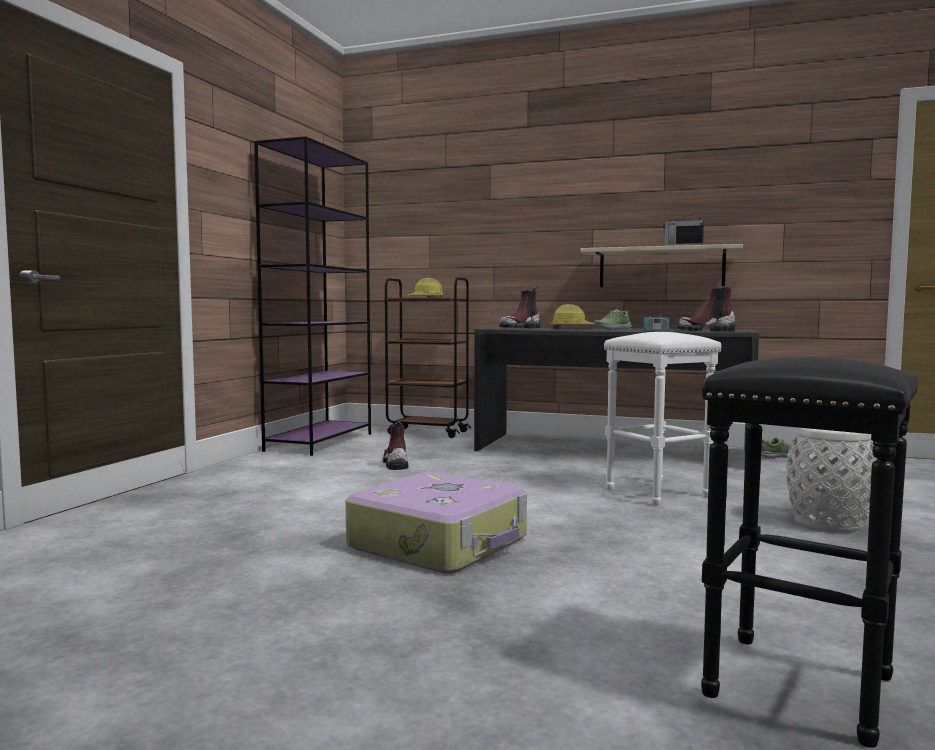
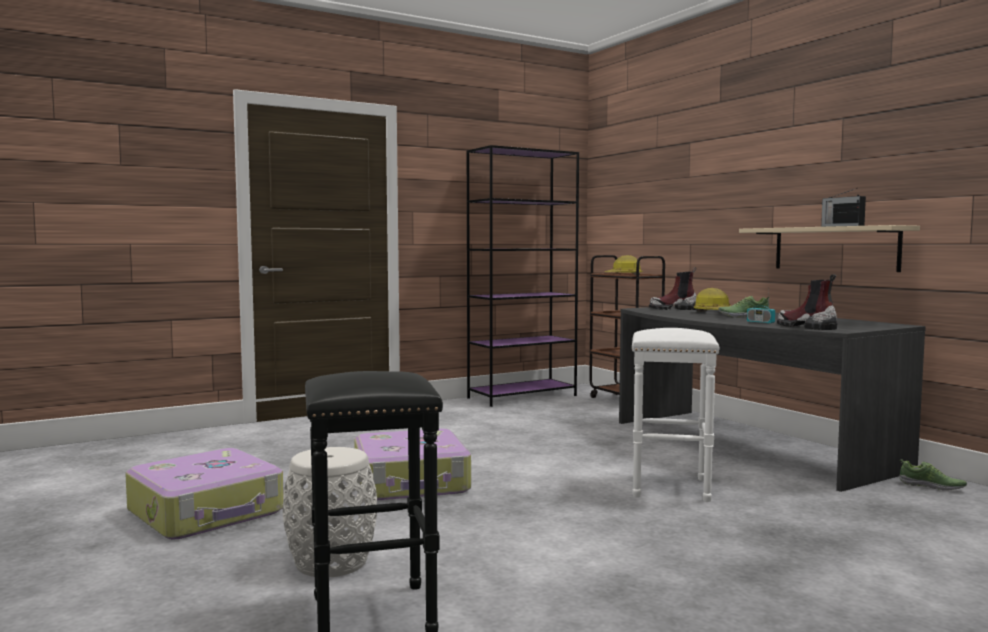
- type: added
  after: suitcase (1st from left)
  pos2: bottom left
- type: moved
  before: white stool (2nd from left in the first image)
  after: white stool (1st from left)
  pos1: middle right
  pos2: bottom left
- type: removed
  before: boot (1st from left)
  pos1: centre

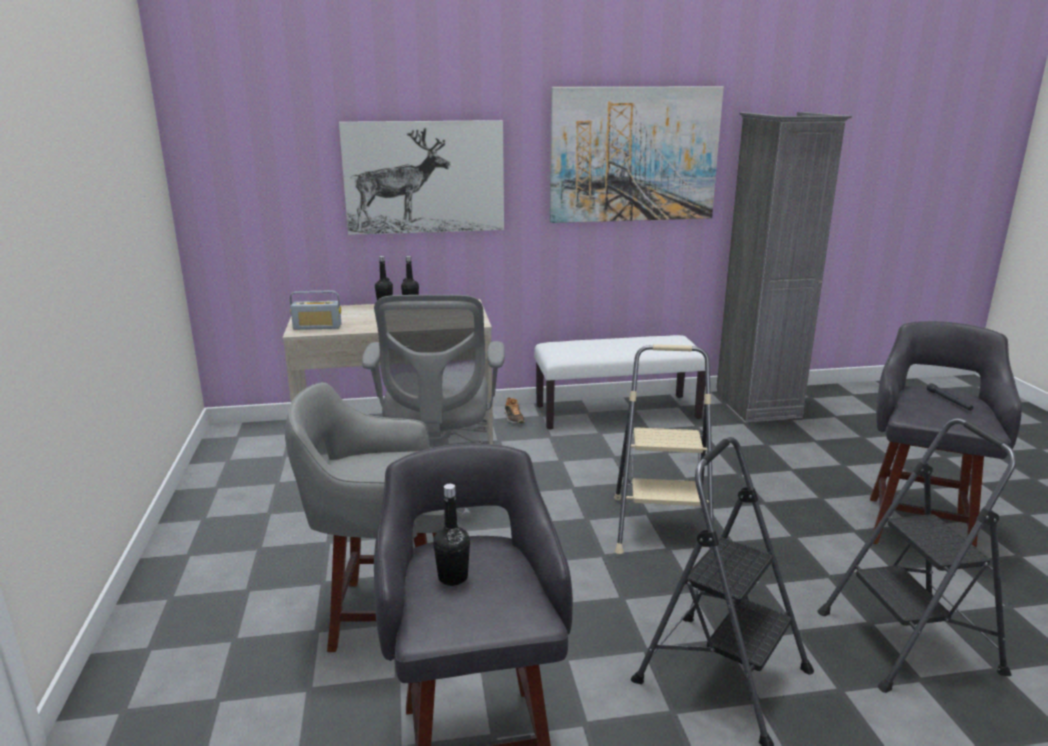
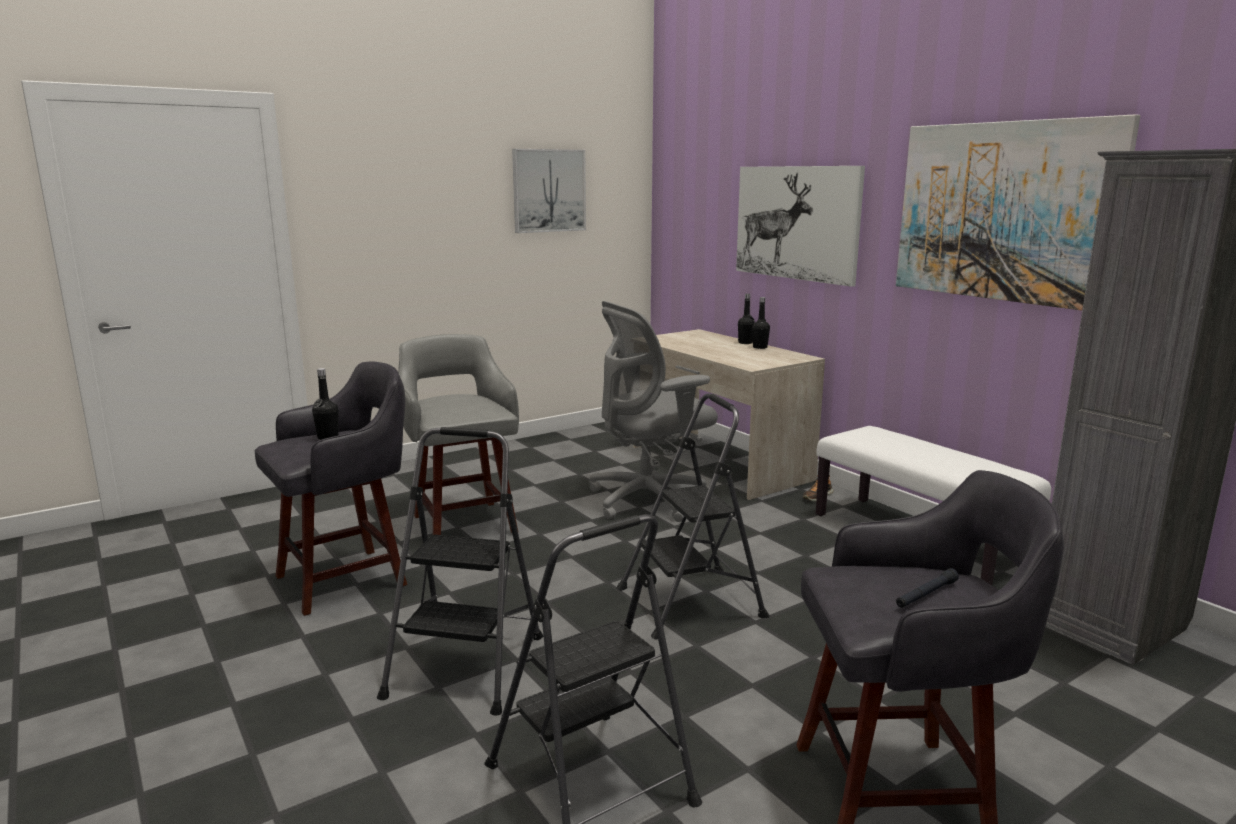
- type: added
  after: picture (1st from left)
  pos2: top centre
- type: recoloured
  before: beige step ladder
  after: black step ladder (3rd from left)
  pos1: centre
  pos2: centre
- type: removed
  before: radio
  pos1: middle left

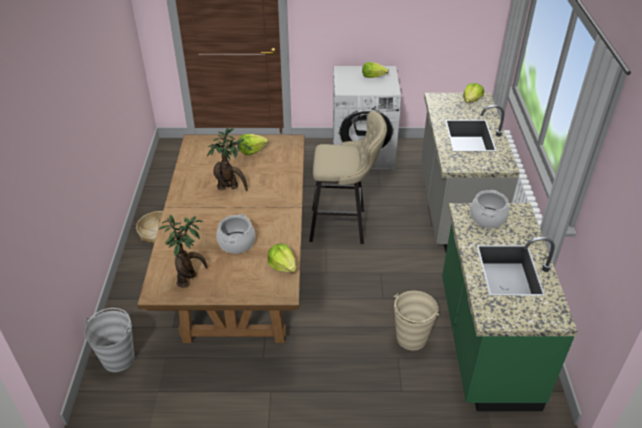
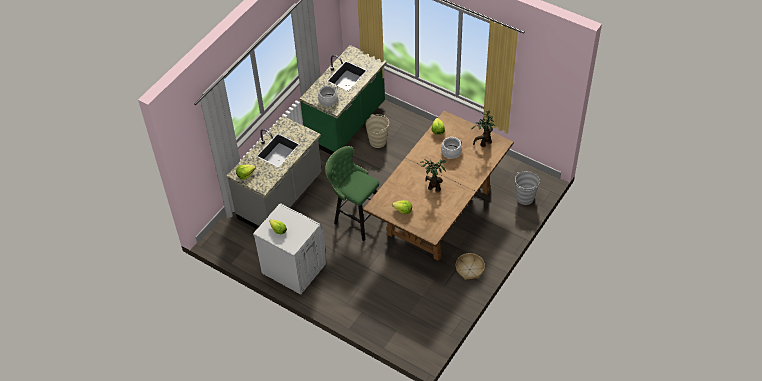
- type: recoloured
  before: beige stool
  after: green stool
  pos1: centre
  pos2: centre

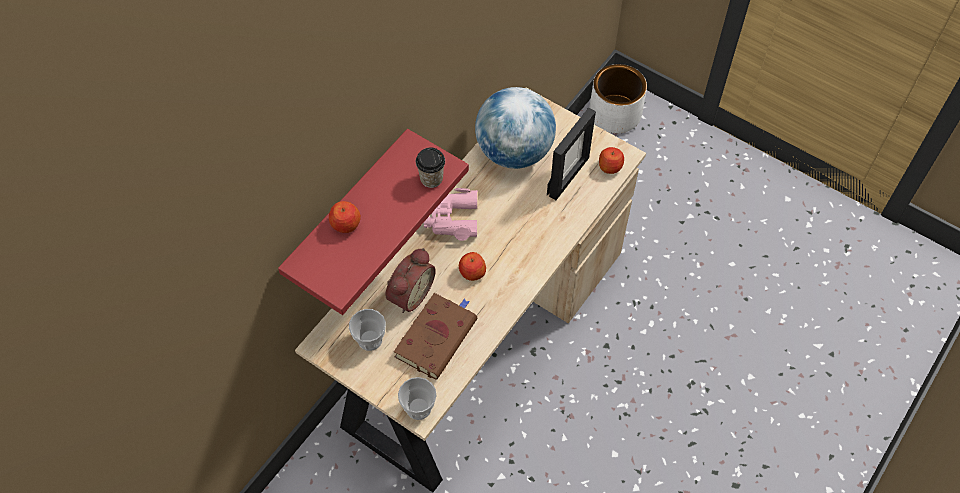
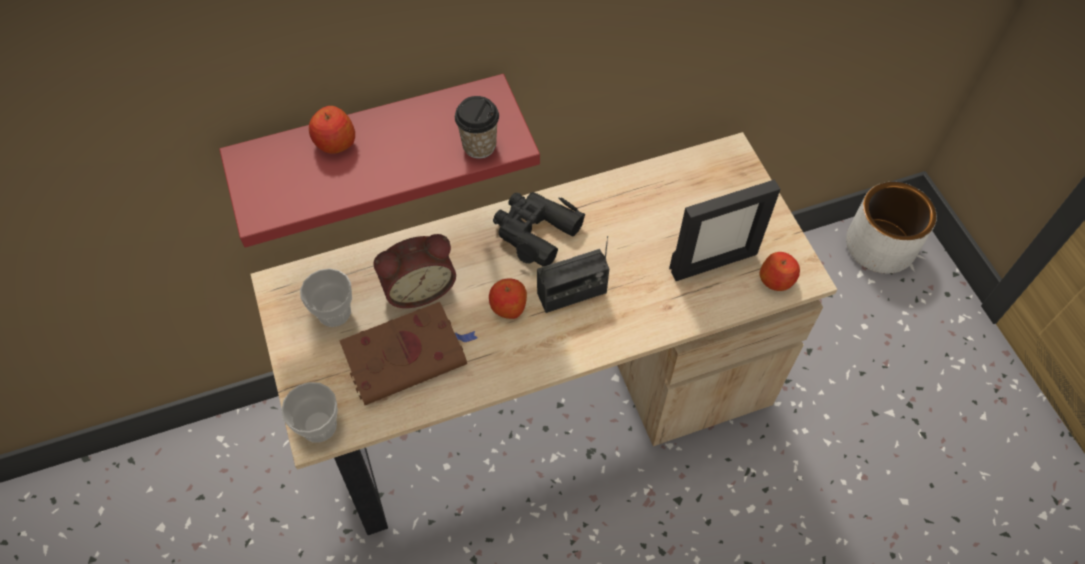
- type: recoloured
  before: pink binoculars
  after: black binoculars
  pos1: centre
  pos2: centre
- type: added
  after: radio
  pos2: centre
- type: removed
  before: globe
  pos1: top centre

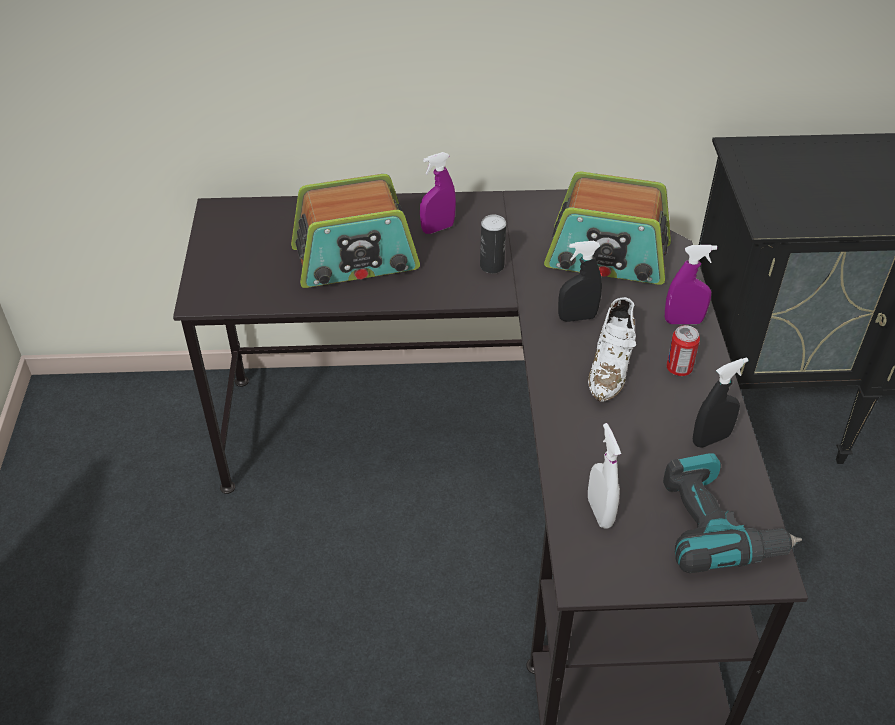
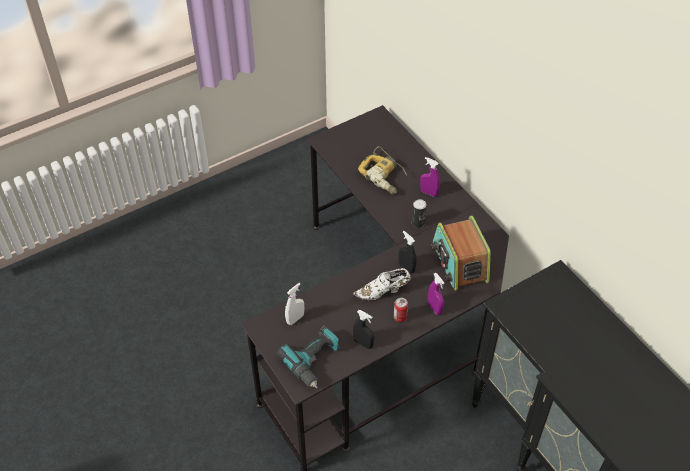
- type: replaced
  before: radio (1st from left)
  after: power drill (2nd from left)
  pos1: top centre
  pos2: centre

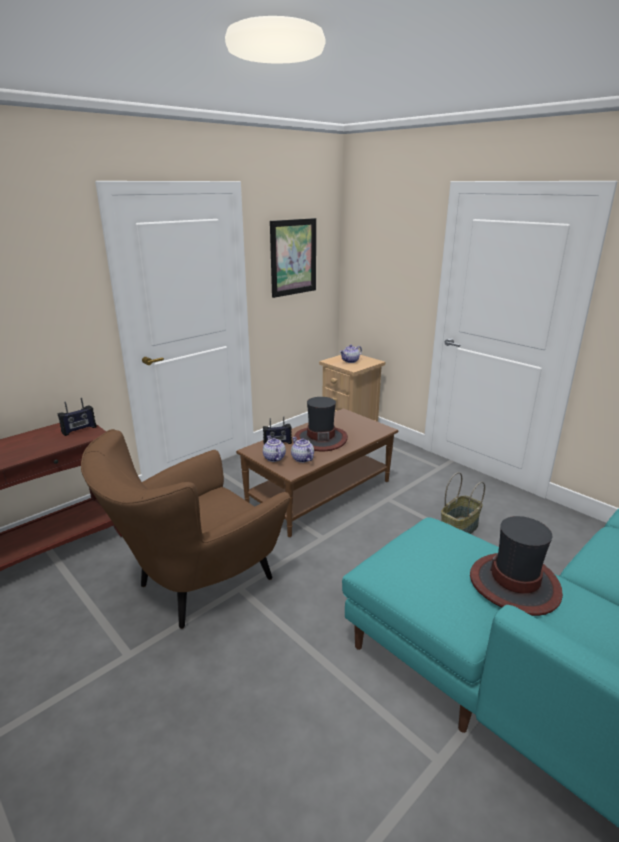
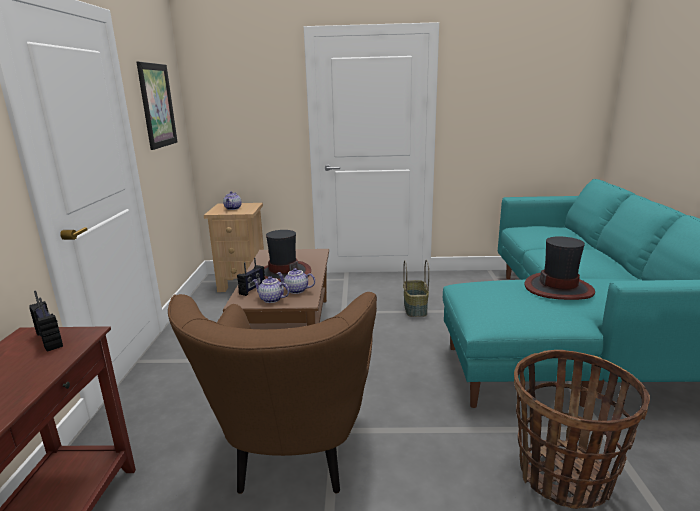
- type: turned
  before: radio (1st from left)
  pos1: middle left
  pos2: middle left
  turn: -45
- type: added
  after: basket (2nd from left)
  pos2: bottom right

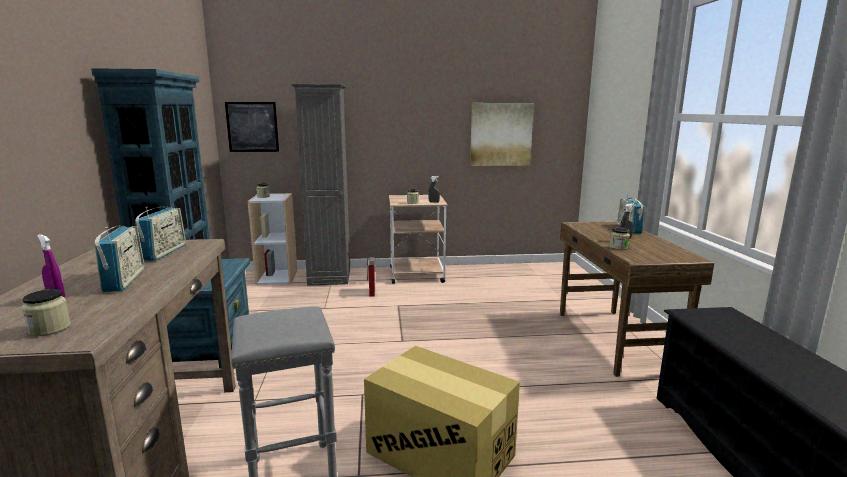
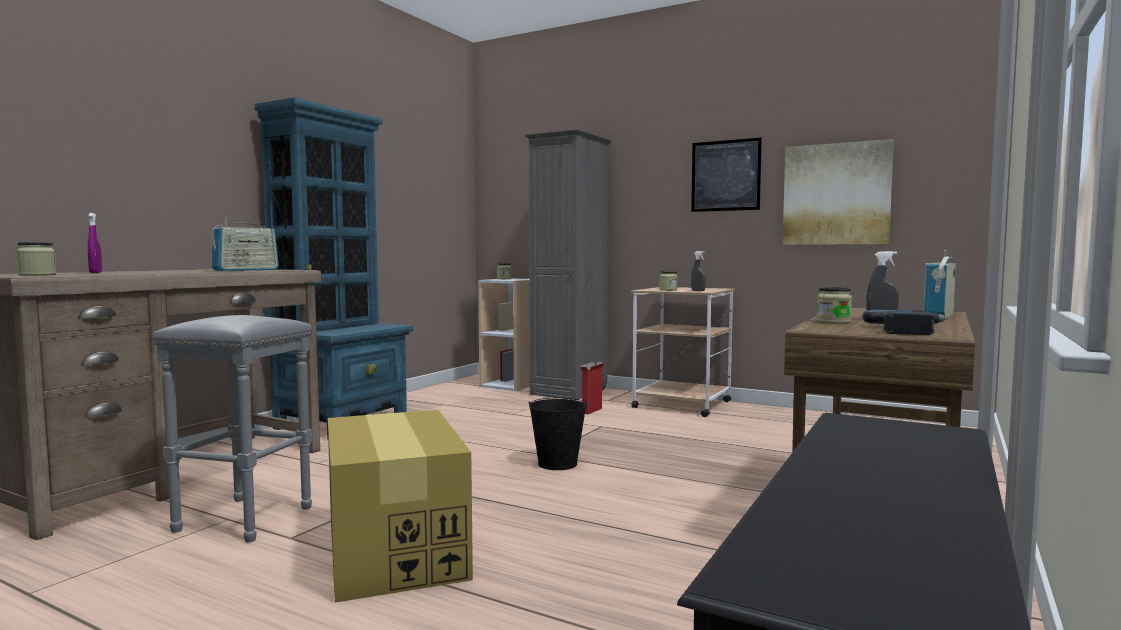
- type: added
  after: black bucket
  pos2: bottom centre
- type: moved
  before: picture (1st from left)
  pos1: top left
  pos2: top centre
- type: added
  after: power drill
  pos2: middle right
- type: removed
  before: radio (1st from left)
  pos1: middle left

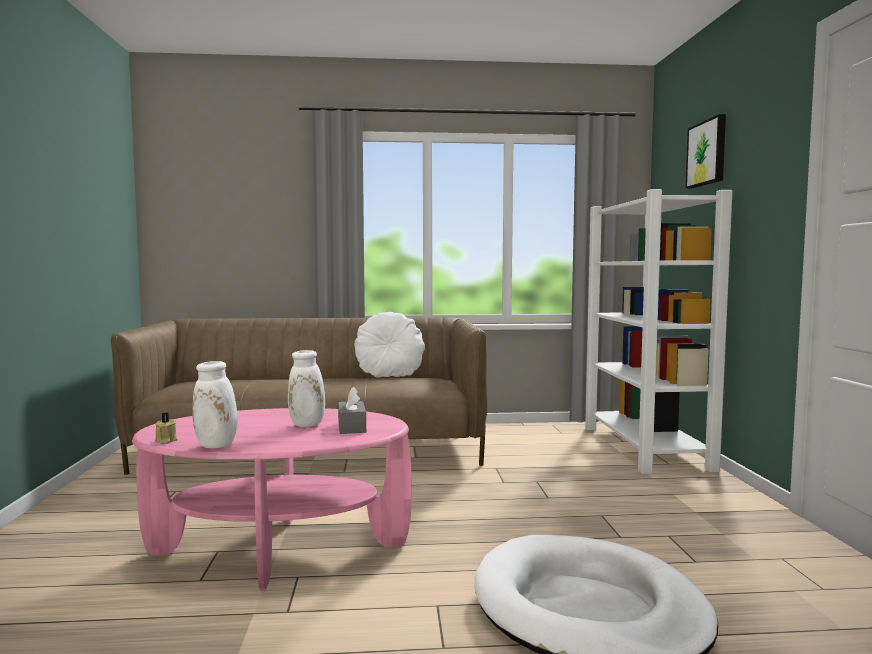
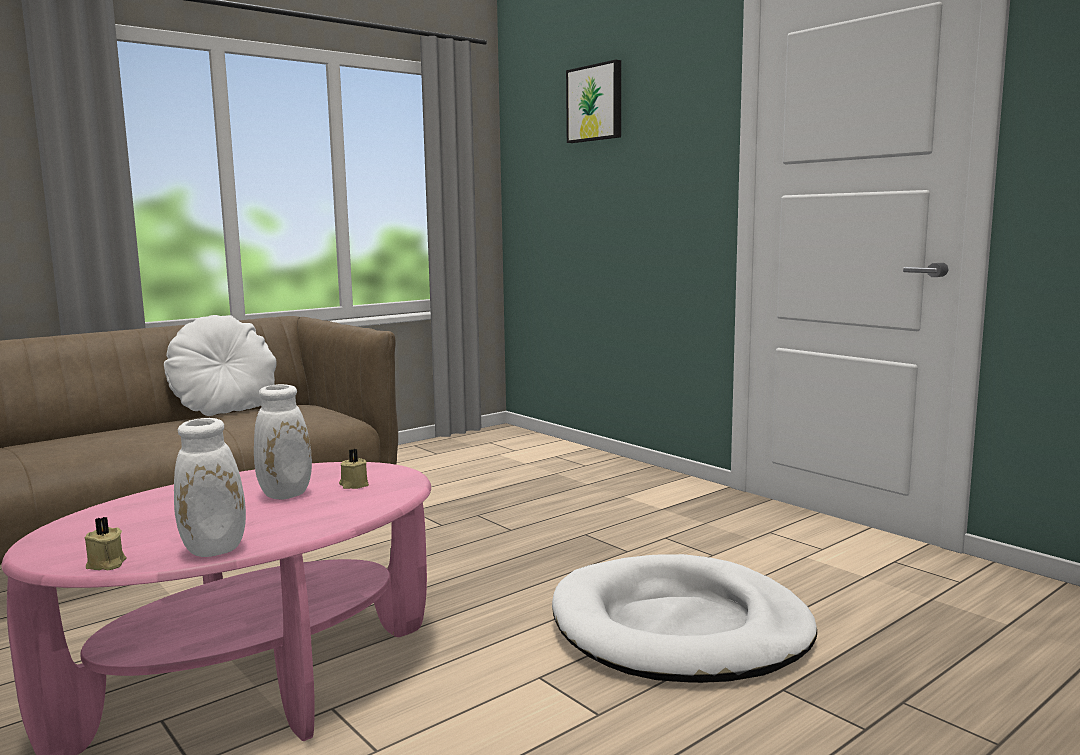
- type: replaced
  before: grey tissue box
  after: beige candle (2nd from left)
  pos1: centre
  pos2: middle left
- type: removed
  before: white bookcase
  pos1: middle right

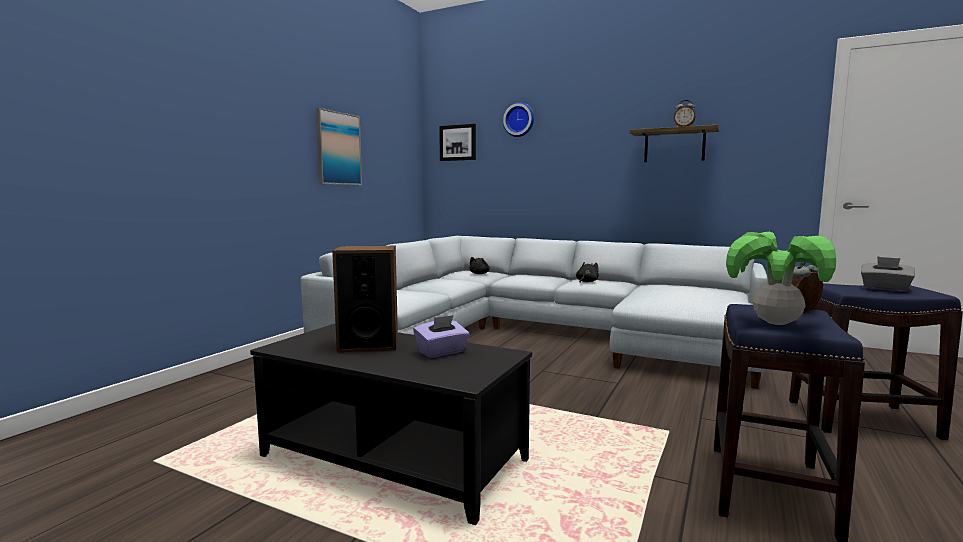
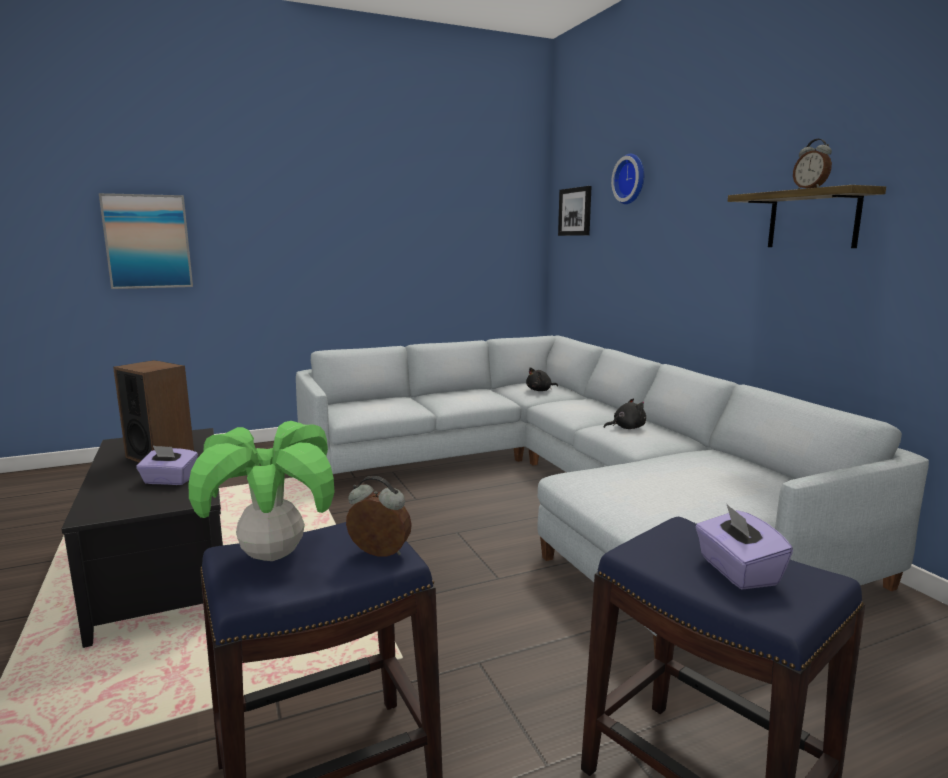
- type: moved
  before: picture (1st from left)
  pos1: top centre
  pos2: top left
- type: recoloured
  before: grey tissue box
  after: purple tissue box (2nd from left)
  pos1: middle right
  pos2: bottom right

